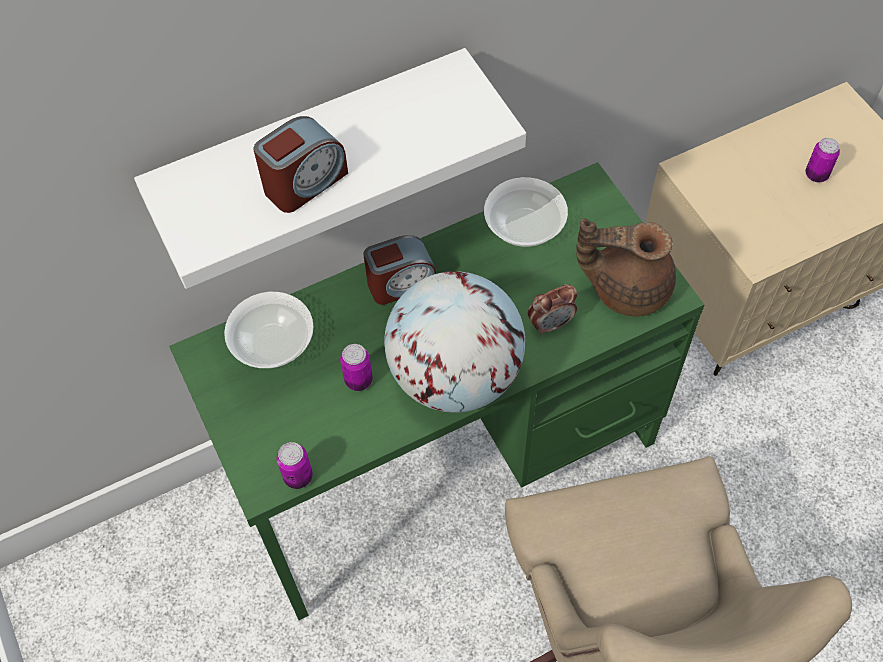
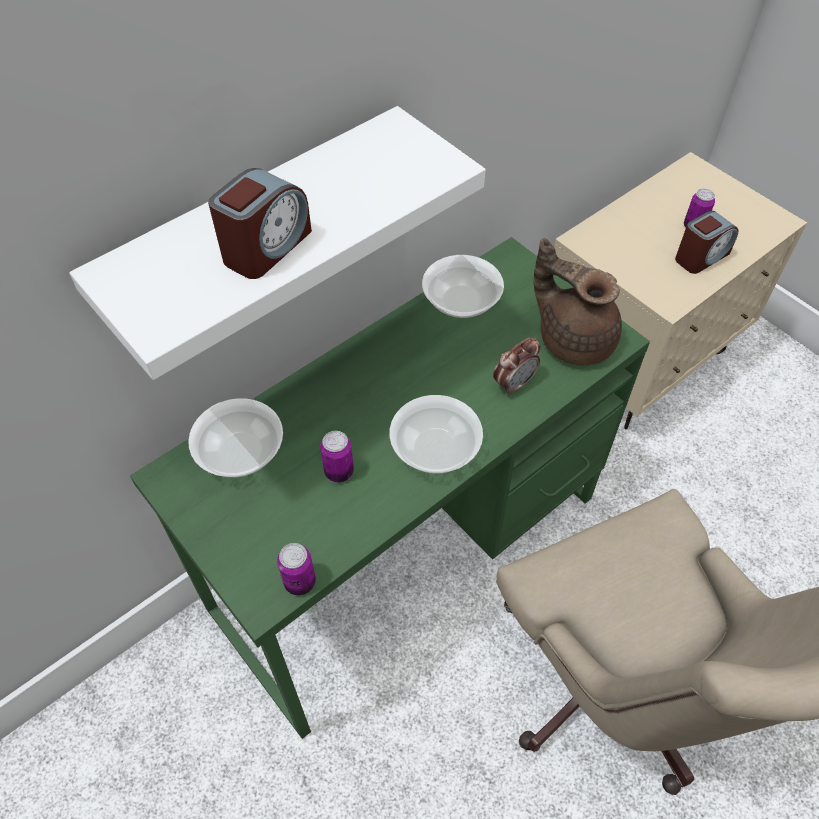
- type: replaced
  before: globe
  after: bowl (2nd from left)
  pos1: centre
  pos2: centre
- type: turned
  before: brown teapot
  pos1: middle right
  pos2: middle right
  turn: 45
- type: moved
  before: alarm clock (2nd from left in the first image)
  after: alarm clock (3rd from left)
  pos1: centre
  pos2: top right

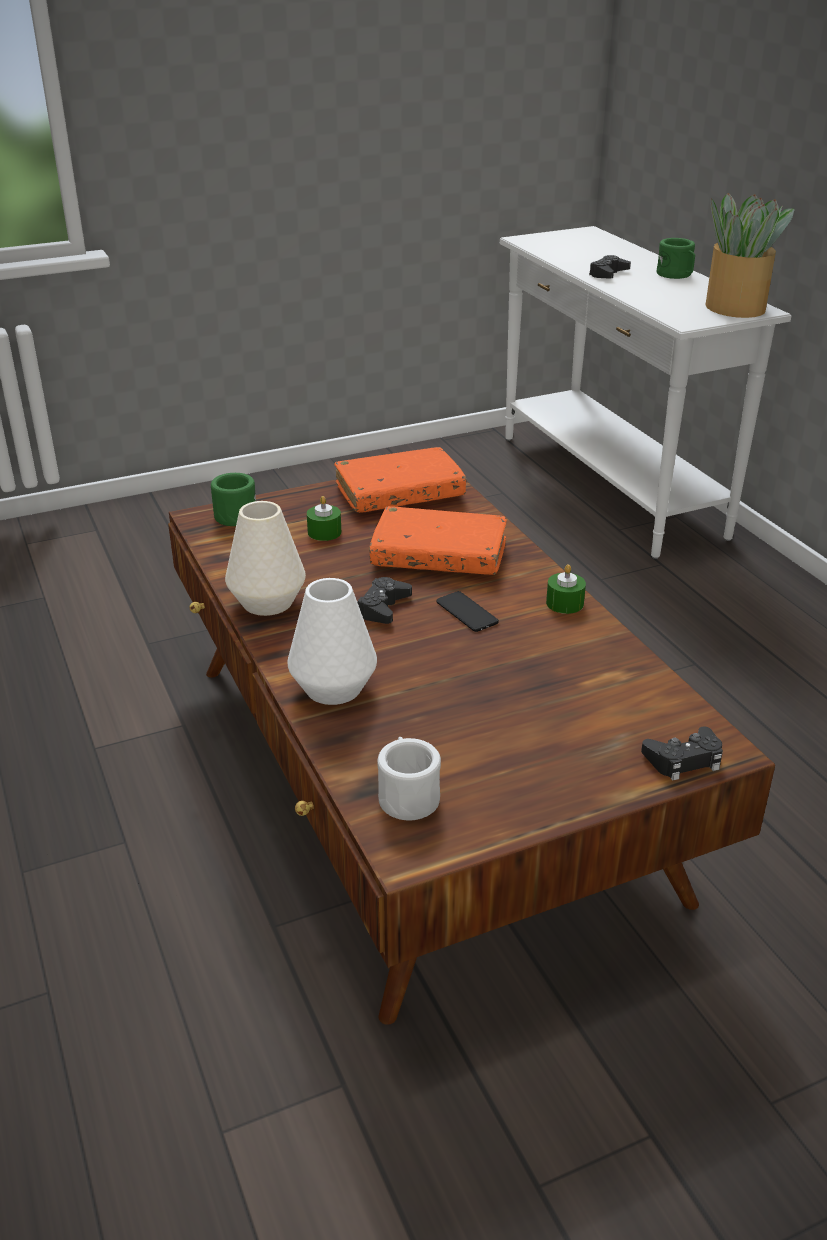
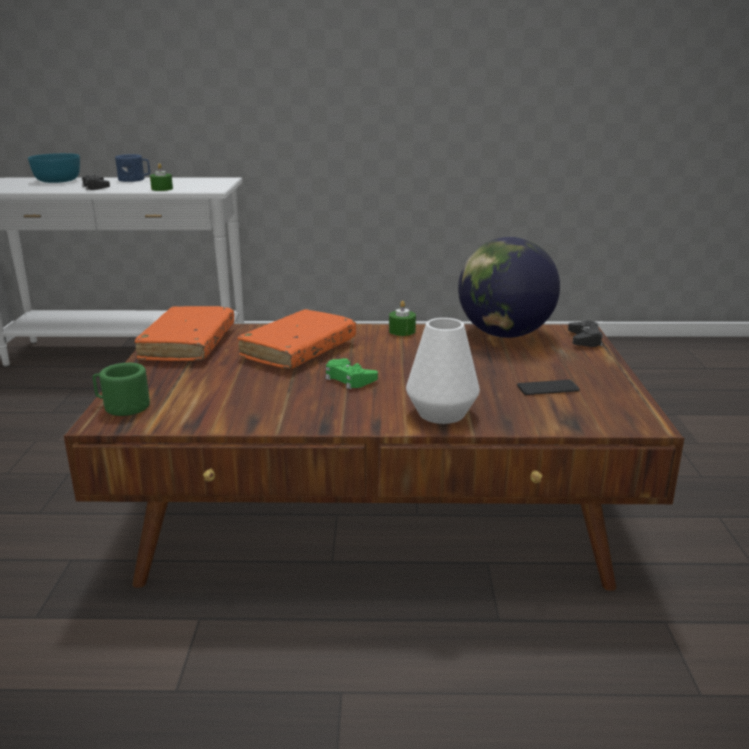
- type: added
  after: turquoise bowl
  pos2: top left
- type: recoloured
  before: green mug (2nd from left)
  after: blue mug
  pos1: top right
  pos2: top left
- type: moved
  before: green candle (1st from left)
  pos1: centre
  pos2: top left
- type: recoloured
  before: black game controller (1st from left)
  after: green game controller
  pos1: centre
  pos2: centre
- type: added
  after: globe
  pos2: middle right
- type: moved
  before: phone
  pos1: centre
  pos2: middle right
- type: removed
  before: white vase (1st from left)
  pos1: middle left
- type: removed
  before: white mug
  pos1: centre
- type: removed
  before: potted plant
  pos1: top right

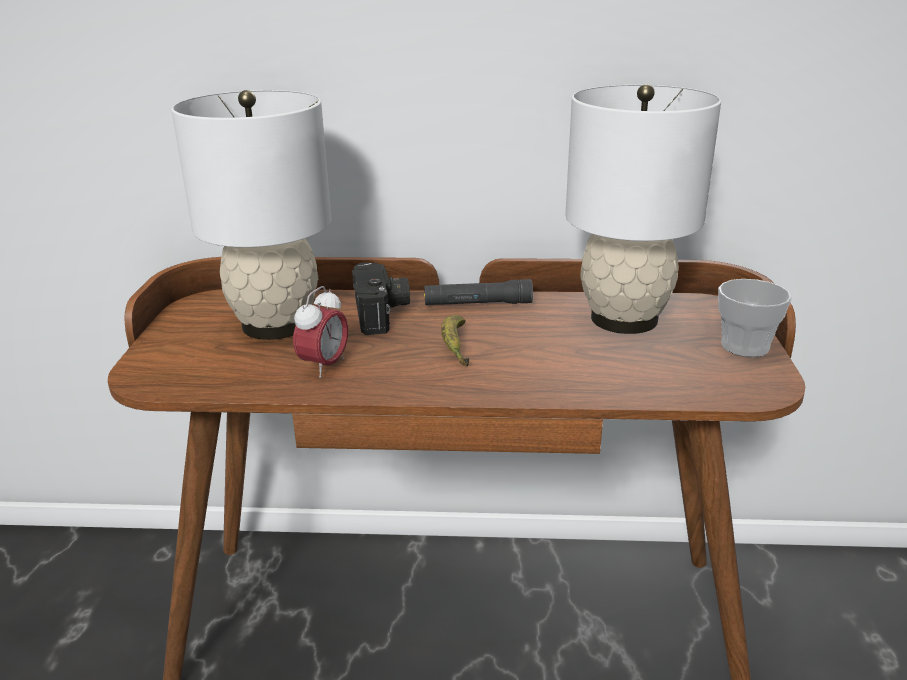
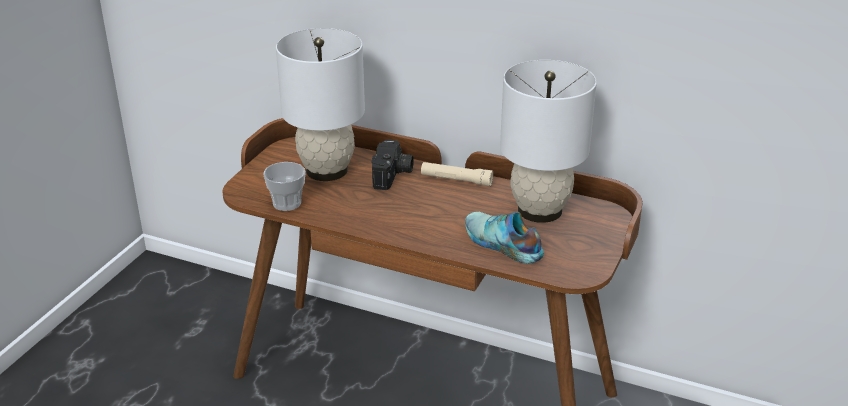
- type: moved
  before: cup
  pos1: middle right
  pos2: centre
- type: recoloured
  before: black flashlight
  after: beige flashlight
  pos1: centre
  pos2: centre
- type: added
  after: shoe
  pos2: centre
- type: removed
  before: alarm clock
  pos1: centre
- type: removed
  before: banana
  pos1: centre

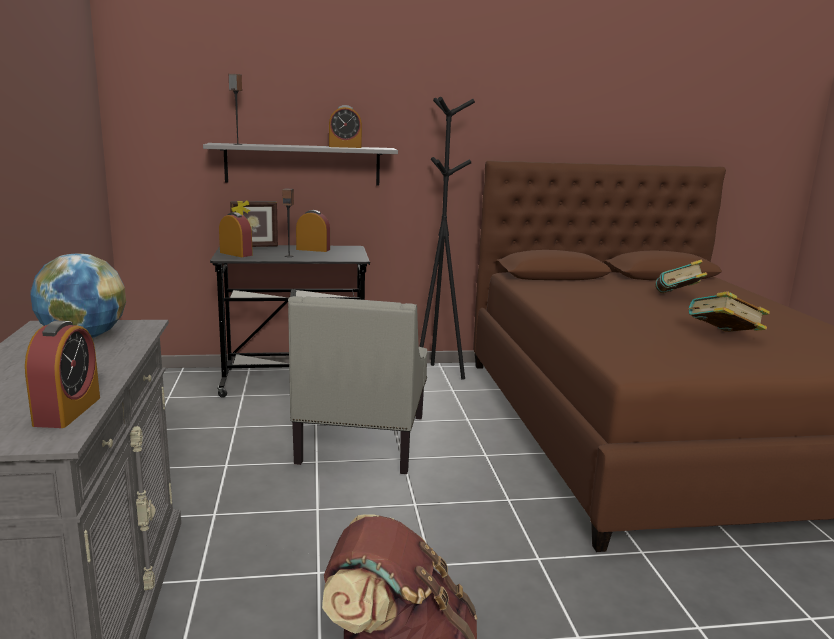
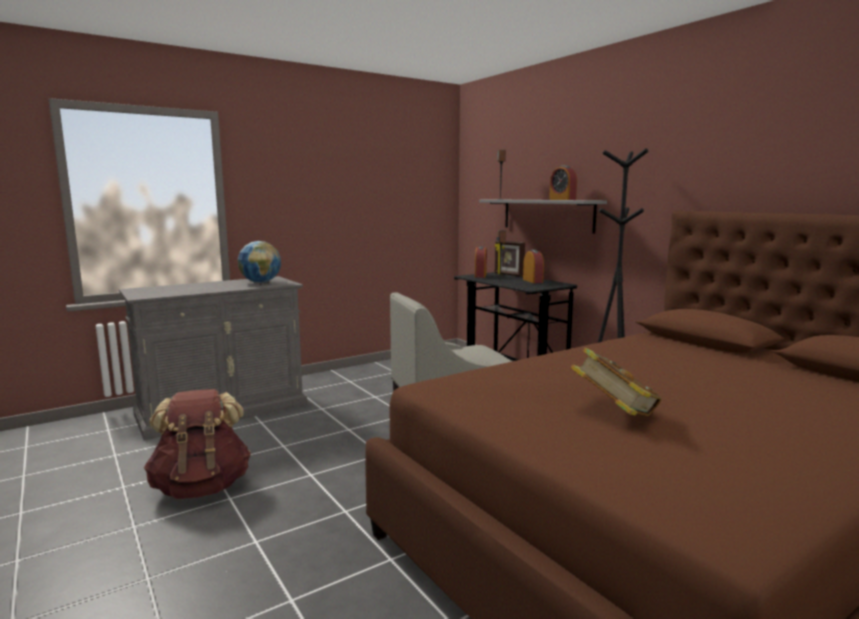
- type: removed
  before: alarm clock (1st from left)
  pos1: middle left
- type: removed
  before: book (1st from left)
  pos1: middle right

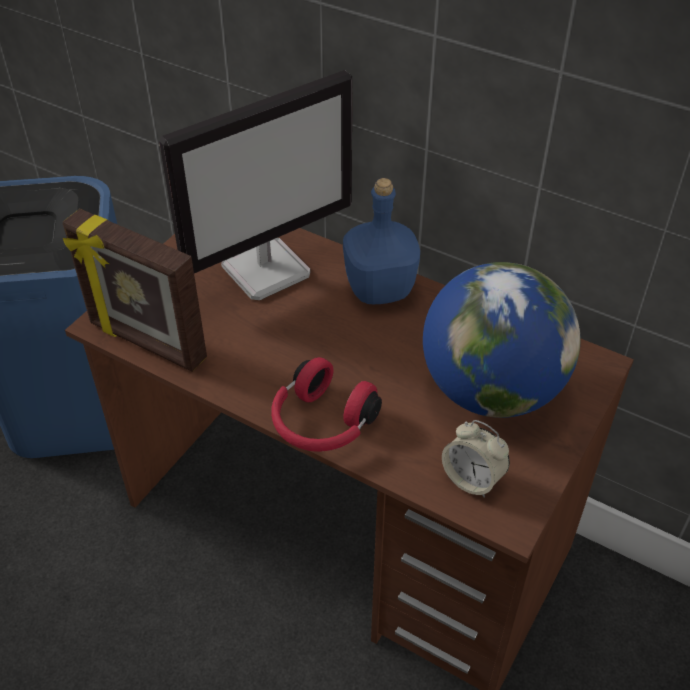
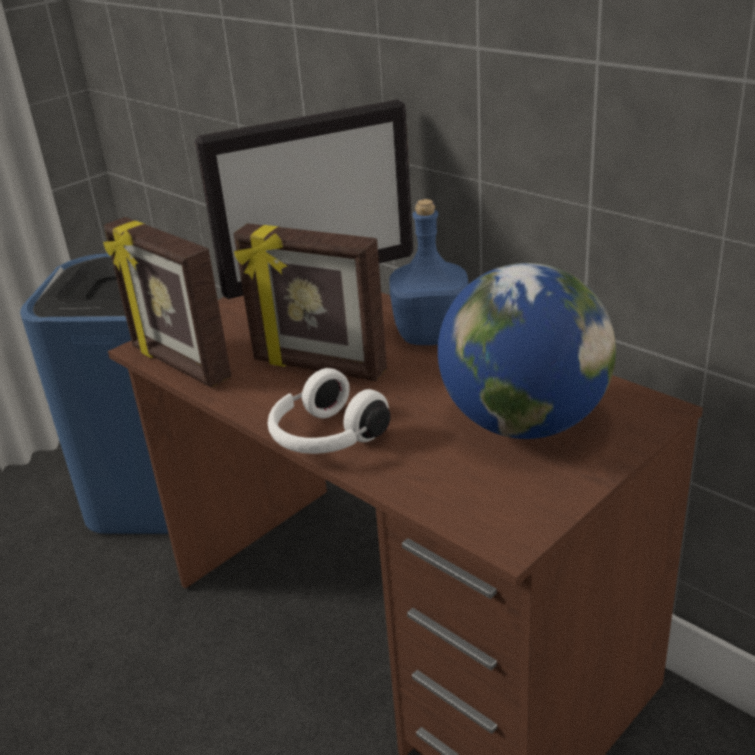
- type: added
  after: picture frame (2nd from left)
  pos2: centre
- type: recoloured
  before: red headphones
  after: white headphones
  pos1: centre
  pos2: centre
- type: removed
  before: alarm clock
  pos1: middle right

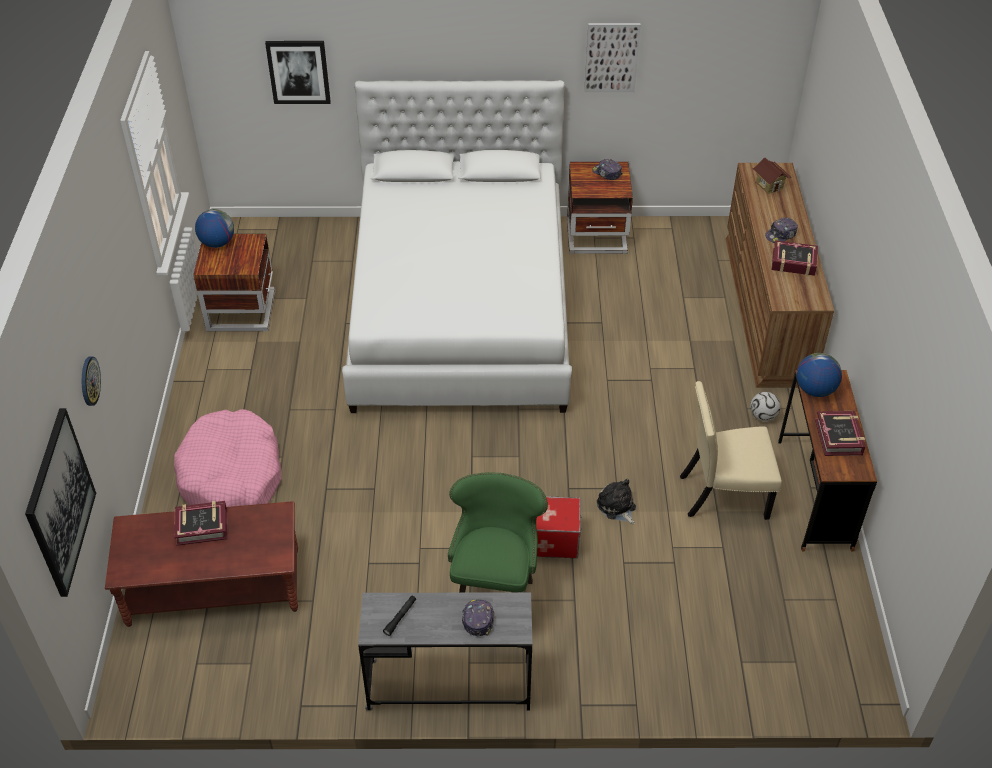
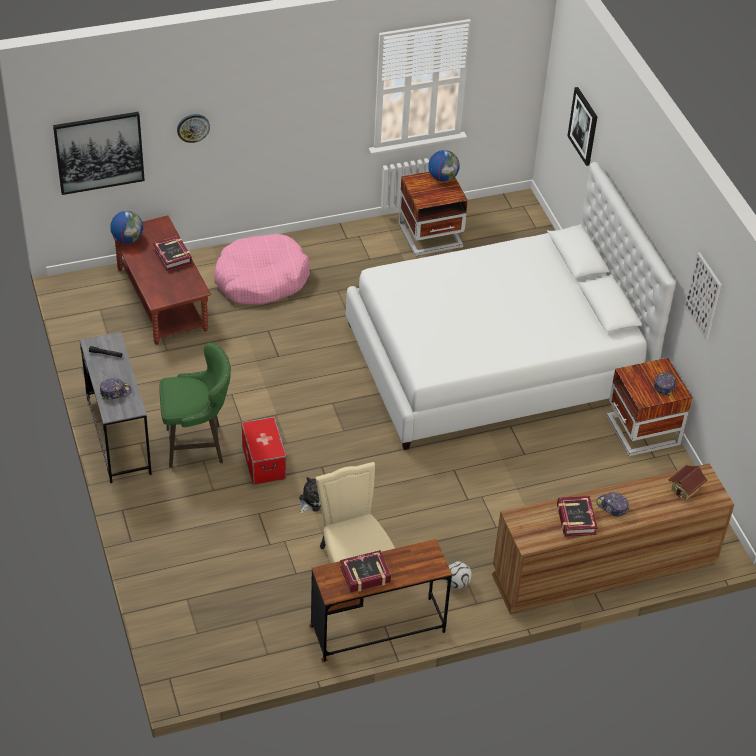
- type: moved
  before: globe (2nd from left in the first image)
  after: globe (1st from left)
  pos1: middle right
  pos2: top left

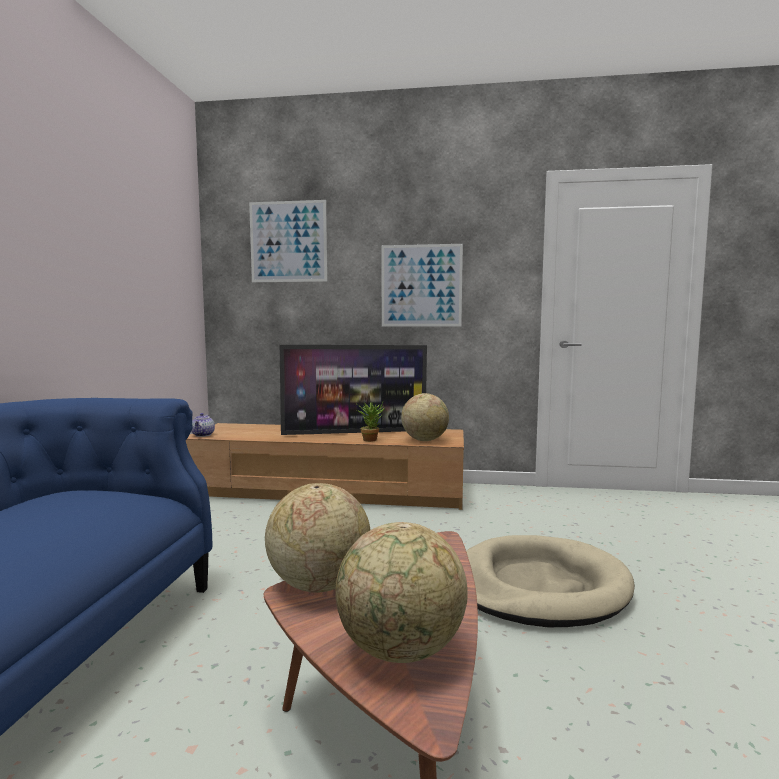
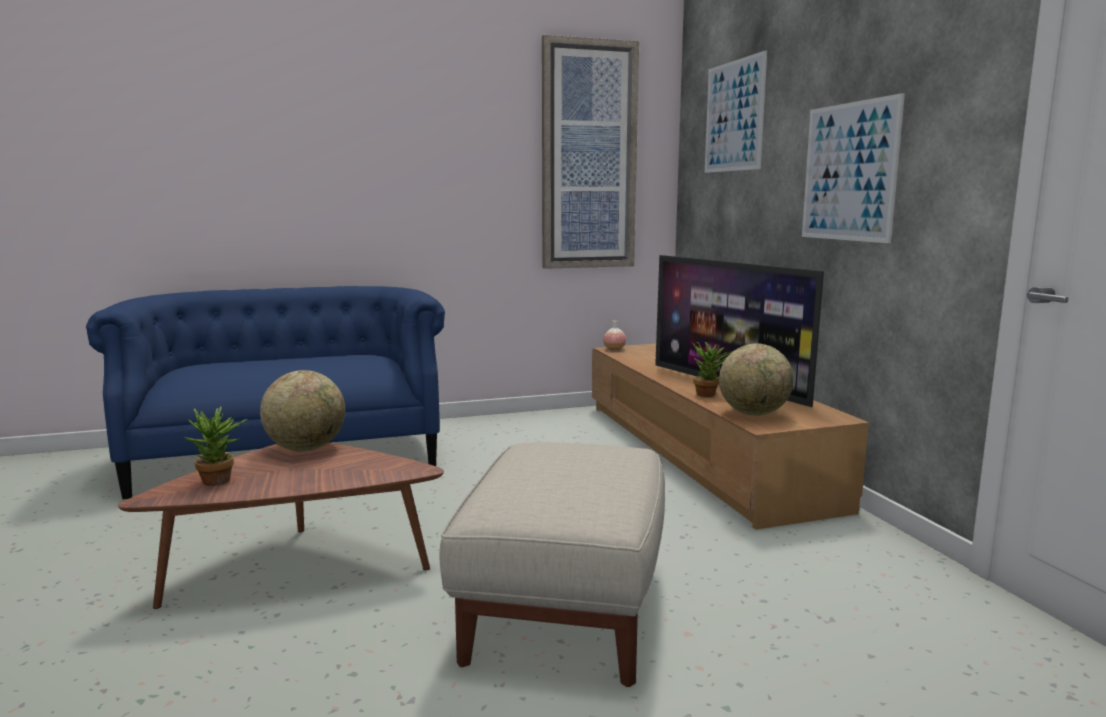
- type: replaced
  before: globe (2nd from left)
  after: potted plant (1st from left)
  pos1: bottom centre
  pos2: middle left
- type: replaced
  before: beige dog bed
  after: beige ottoman
  pos1: bottom right
  pos2: bottom centre
- type: added
  after: picture (1st from left)
  pos2: top centre
- type: replaced
  before: teapot
  after: vase
  pos1: middle left
  pos2: centre

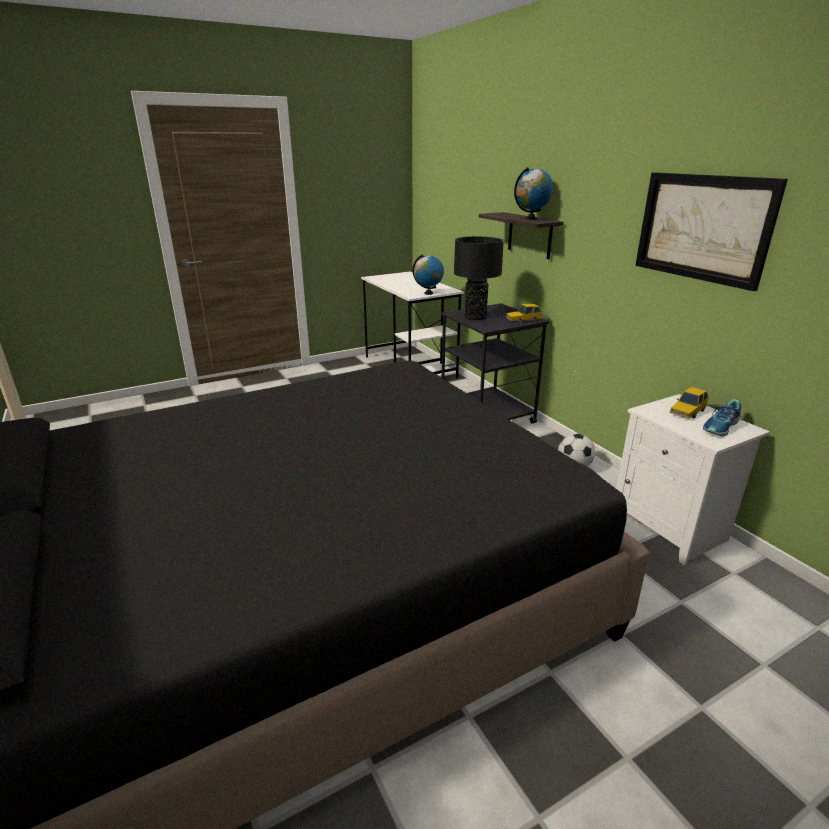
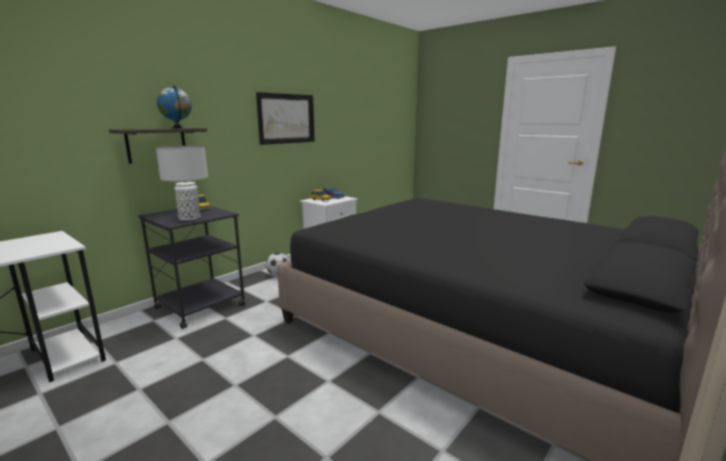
- type: recoloured
  before: black table lamp
  after: white table lamp
  pos1: centre
  pos2: middle left
- type: removed
  before: globe (1st from left)
  pos1: top centre

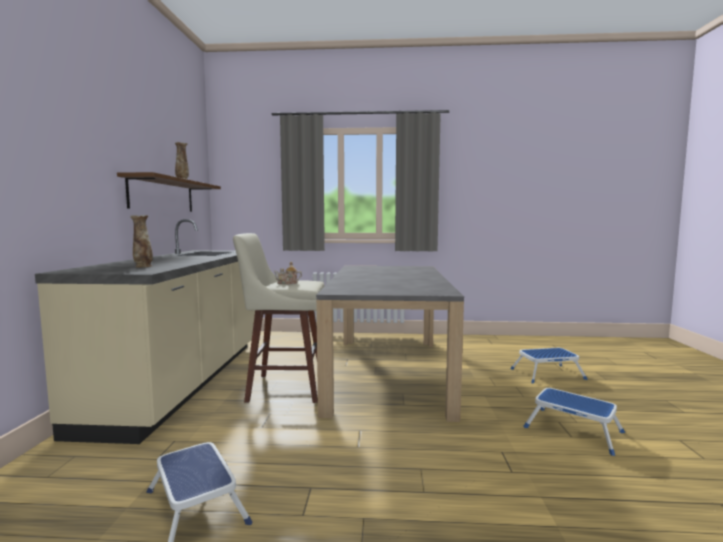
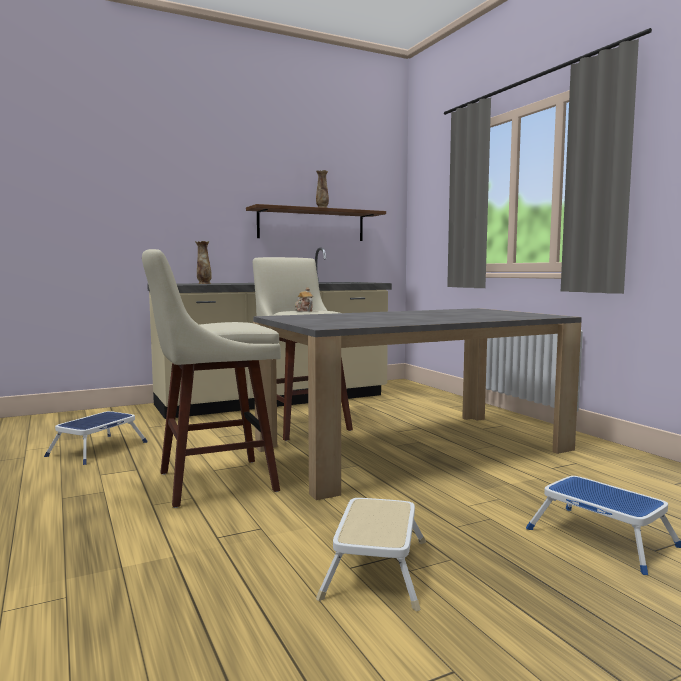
- type: added
  after: beige stool (1st from left)
  pos2: middle left
- type: recoloured
  before: blue step ladder (3rd from left)
  after: beige step ladder
  pos1: bottom right
  pos2: bottom centre

